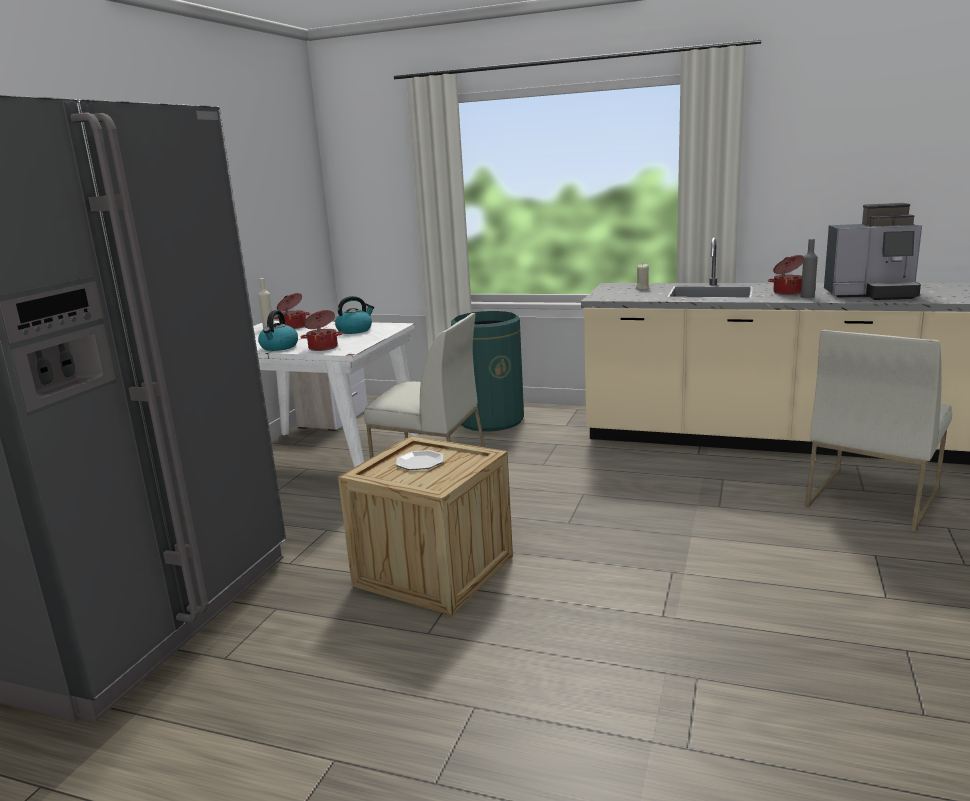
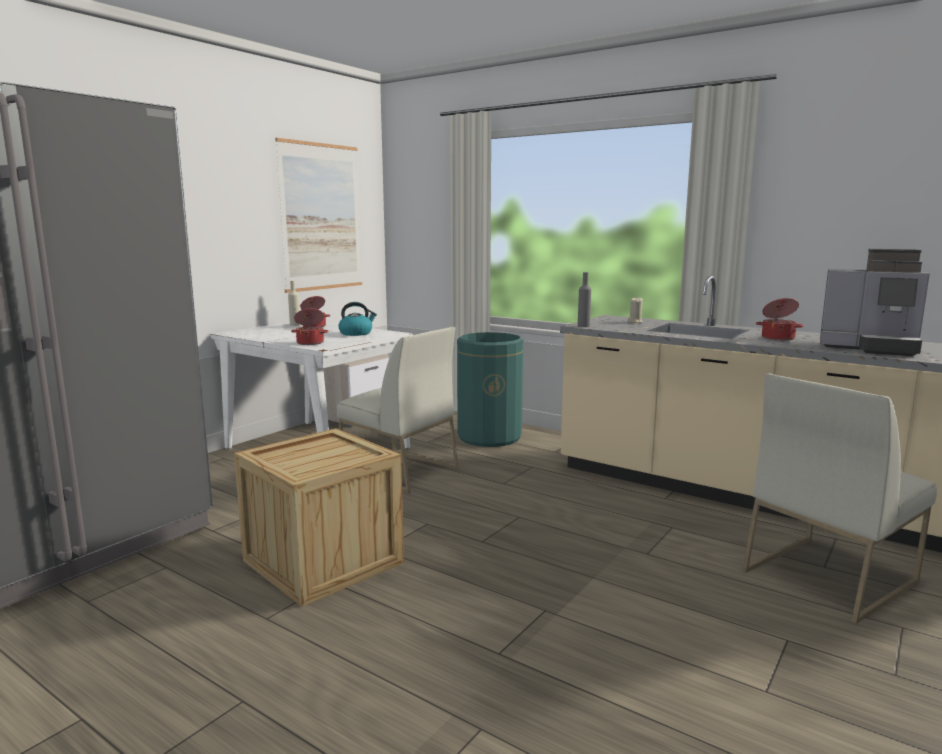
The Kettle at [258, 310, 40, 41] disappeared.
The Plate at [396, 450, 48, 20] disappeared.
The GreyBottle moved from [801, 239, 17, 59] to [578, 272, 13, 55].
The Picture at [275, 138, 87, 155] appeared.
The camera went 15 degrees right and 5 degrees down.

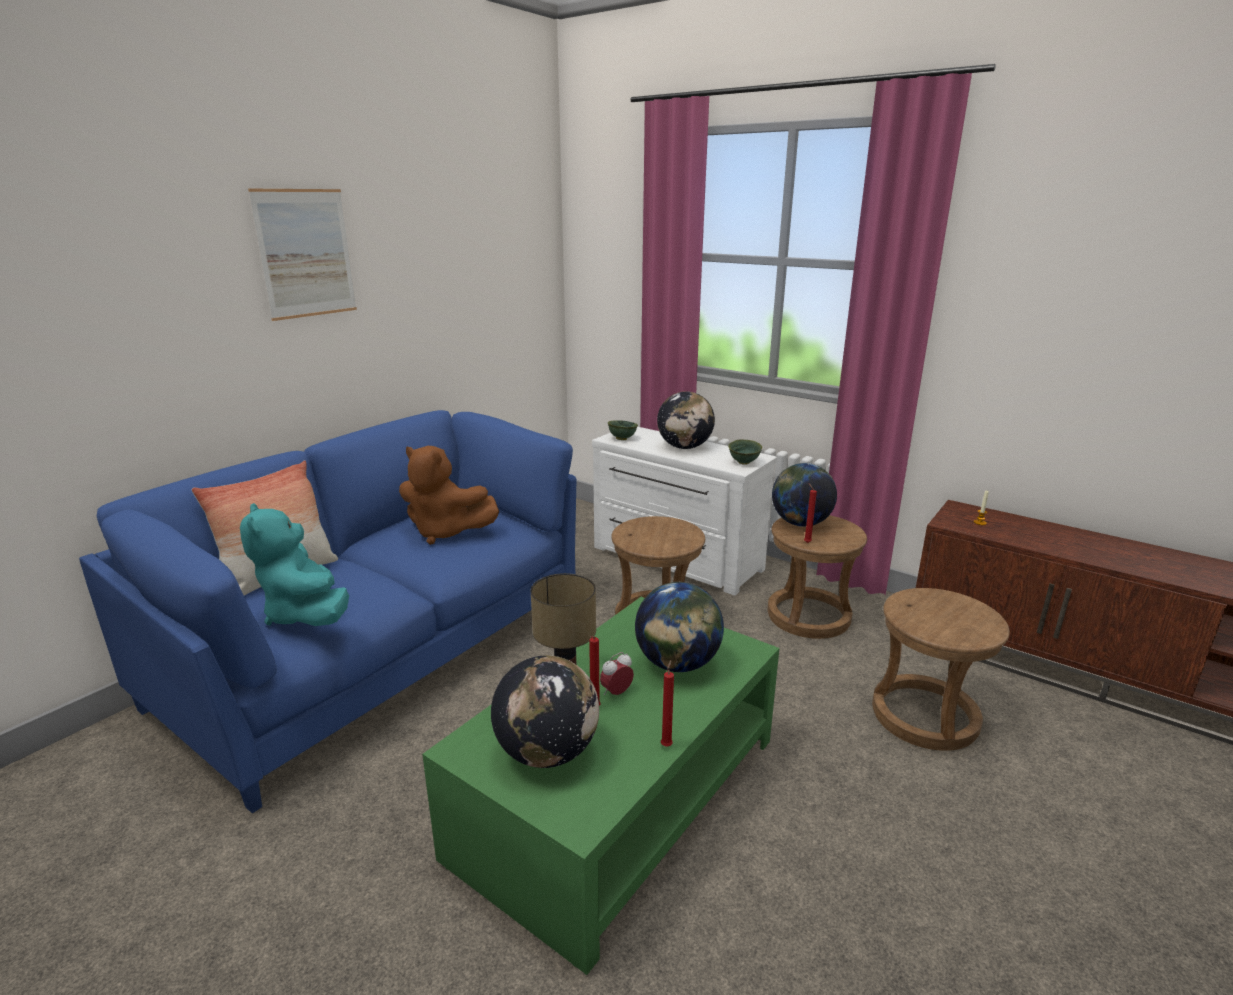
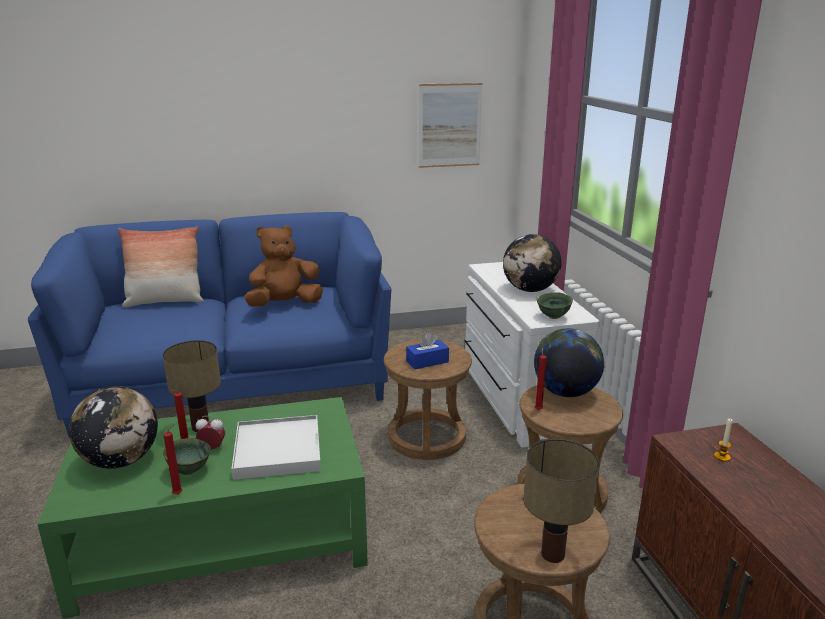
The TurquoisePlushToy at [240, 503, 109, 123] disappeared.
The Picture moved from [248, 189, 109, 132] to [419, 83, 63, 85].
The BrownPlushToy at [399, 446, 100, 99] turned 90 degrees clockwise.
The GreenBowl moved from [608, 420, 30, 20] to [163, 438, 48, 37].
The Globe at [635, 582, 89, 90] was replaced by the WhiteTray at [232, 415, 89, 65].
The BlueTissueBox at [406, 333, 43, 36] appeared.
The TableLamp at [524, 439, 75, 124] appeared.
The camera went 40 degrees right and 0 degrees up.

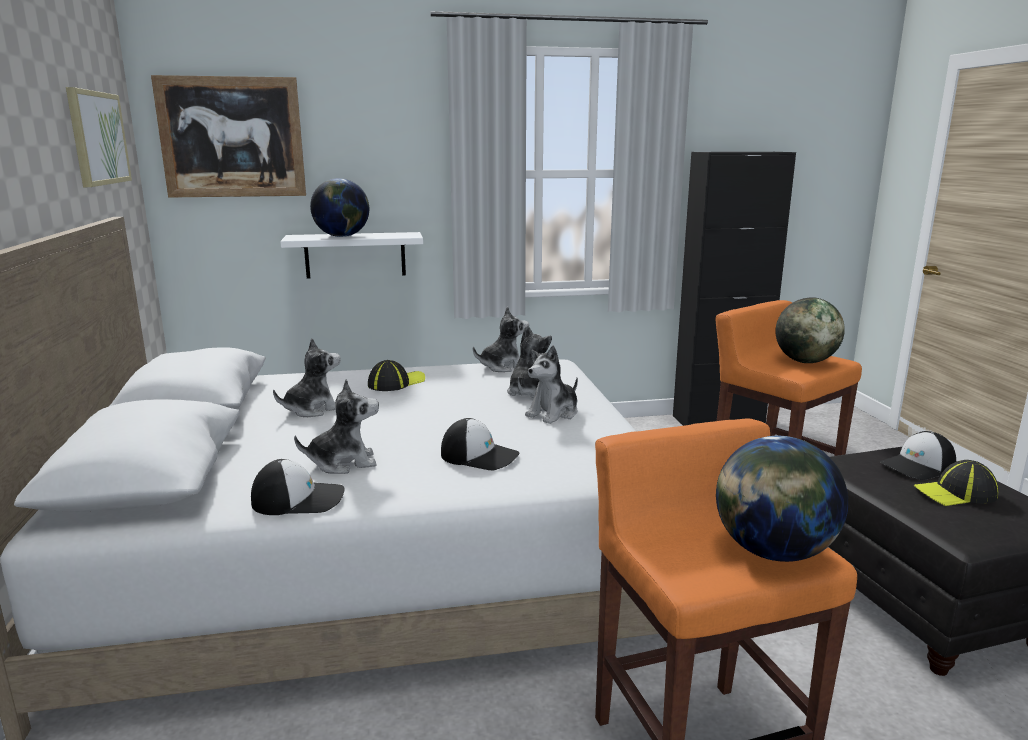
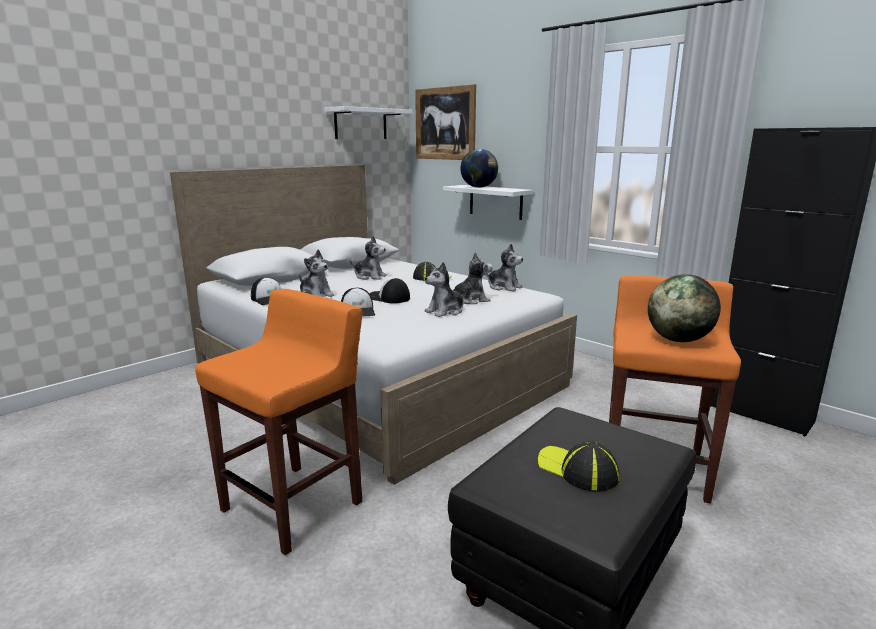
The Picture at [66, 87, 66, 100] was replaced by the WhiteShelf at [324, 106, 88, 33].
The PlushToy at [525, 345, 53, 79] turned 45 degrees counterclockwise.
The Globe at [716, 436, 132, 126] disappeared.
The Cap moved from [880, 431, 76, 49] to [369, 278, 41, 25].
The camera went 55 degrees right and 0 degrees up.

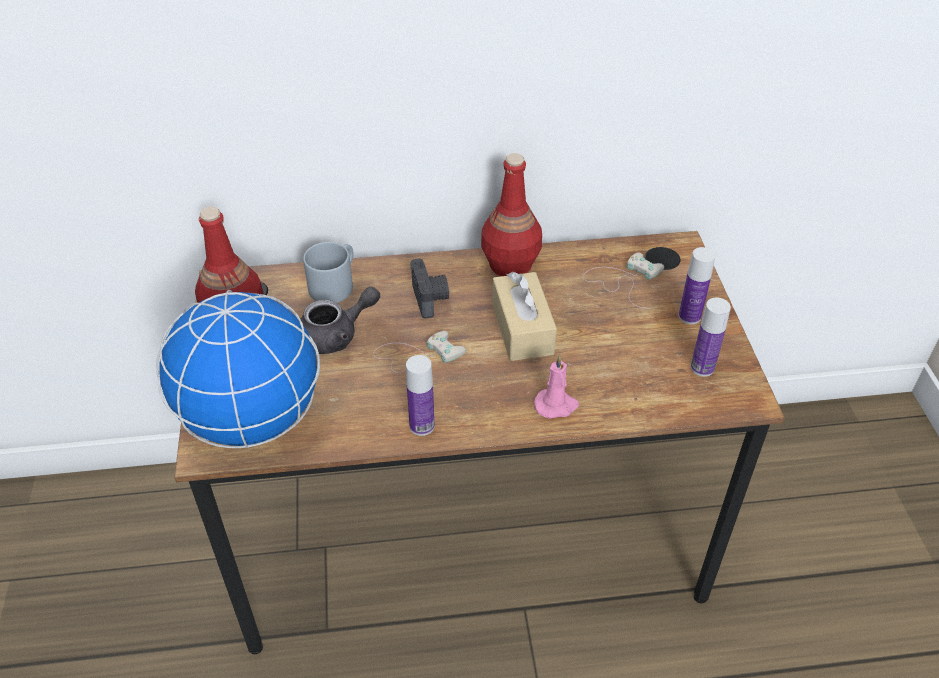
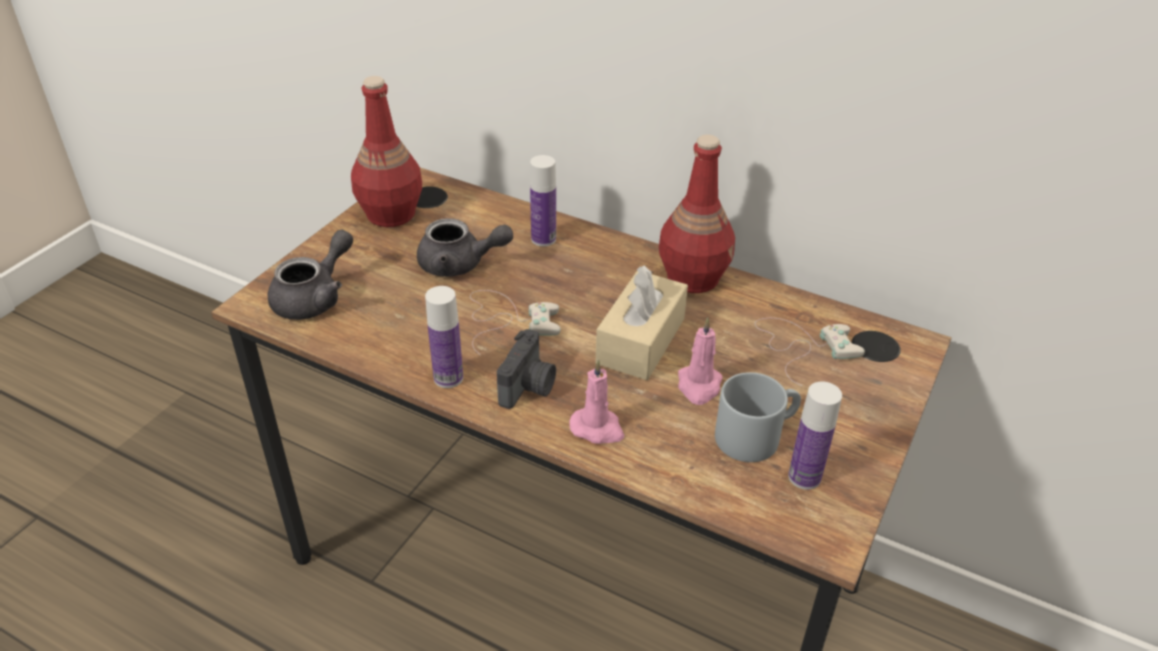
The Globe at [156, 290, 164, 158] was replaced by the GreyTeapot at [268, 229, 85, 91].
The GreyMug moved from [303, 242, 51, 61] to [715, 372, 86, 90].
The PhotoCamera moved from [410, 258, 39, 60] to [497, 329, 59, 80].
The Bottle moved from [678, 247, 38, 77] to [530, 155, 26, 92].
The PinkCandle at [678, 317, 45, 88] appeared.
The camera went 35 degrees right and 5 degrees down.

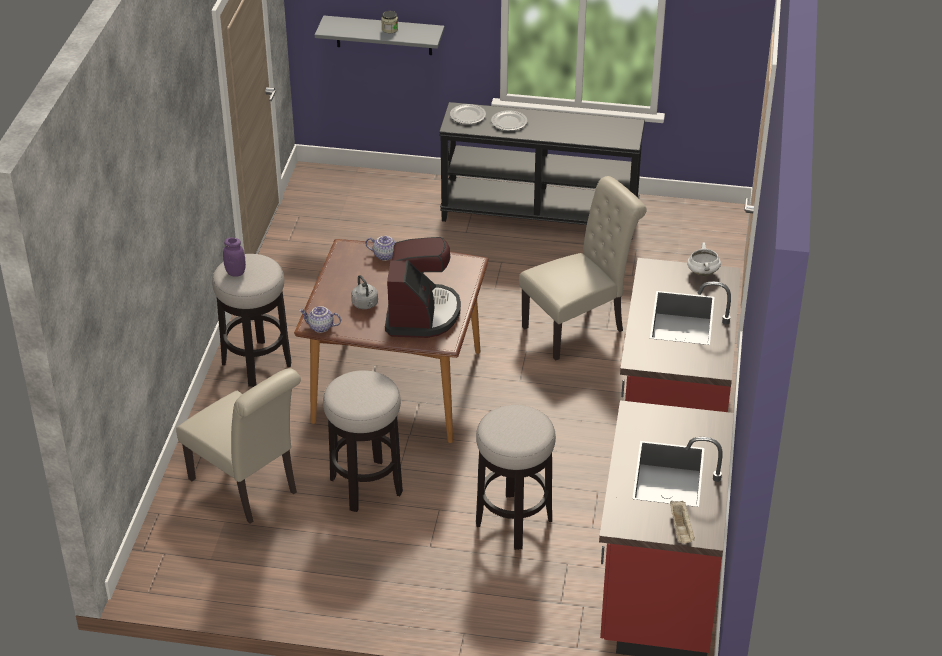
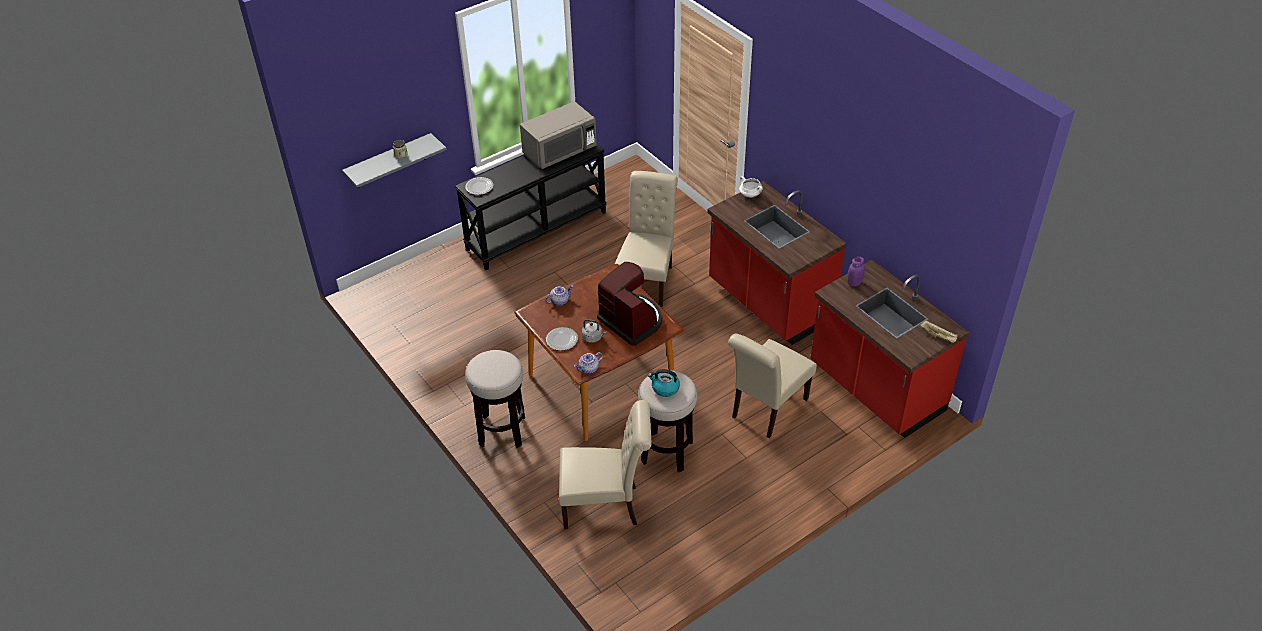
The PurpleJar moved from [223, 238, 23, 39] to [847, 257, 18, 29].
The Stool at [476, 405, 80, 145] was replaced by the BeigeChair at [728, 334, 89, 104].
The Plate moved from [491, 110, 36, 21] to [546, 327, 32, 24].
The GreyMicrowave at [520, 102, 76, 67] appeared.
The Kettle at [648, 369, 32, 28] appeared.
The camera went 45 degrees left and 5 degrees up.

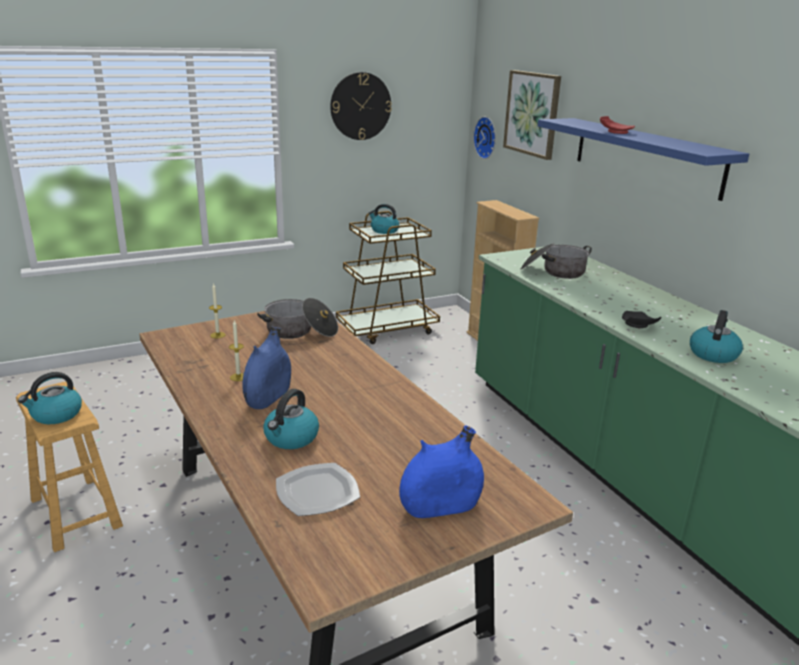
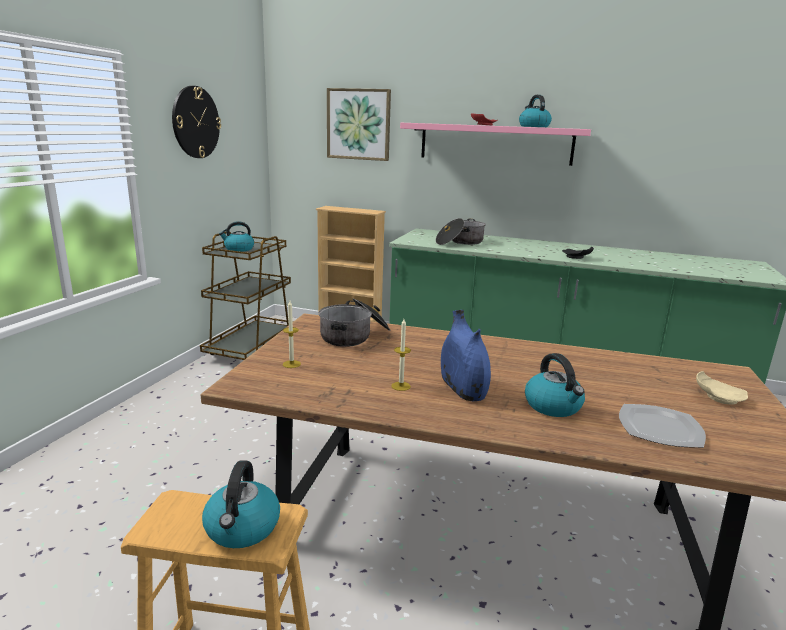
The BlueVase at [399, 425, 85, 93] was replaced by the BeigePlate at [696, 371, 52, 34].
The WallClock at [473, 117, 23, 42] disappeared.
The BlueShelf at [537, 118, 212, 83] became the PinkShelf at [400, 123, 191, 43].
The Kettle moved from [690, 310, 53, 53] to [519, 95, 33, 32].
The camera went 45 degrees left and 5 degrees down.

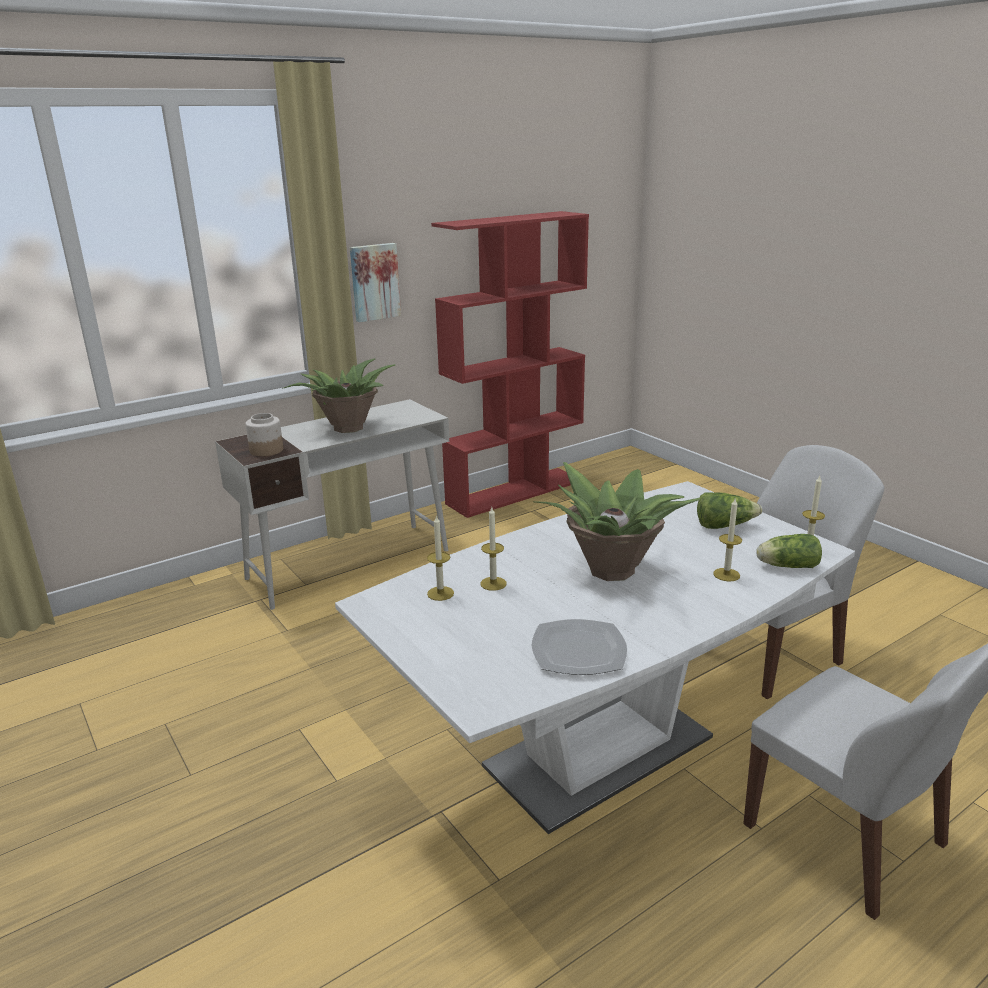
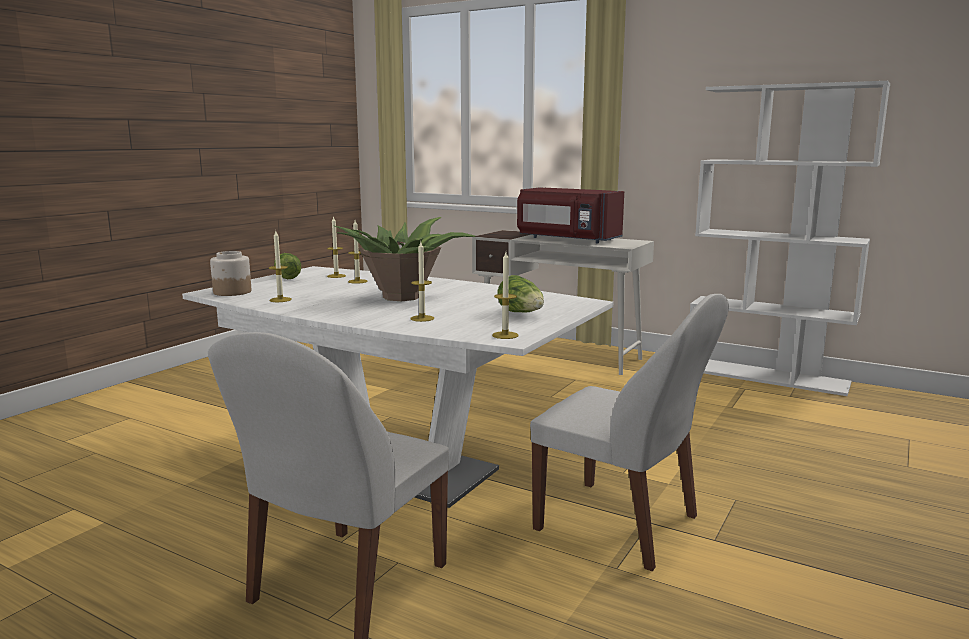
The Jar moved from [246, 413, 37, 43] to [210, 251, 41, 45].
The PottedPlant at [282, 358, 113, 75] was replaced by the RedMicrowave at [517, 187, 107, 56].
The Picture at [350, 243, 51, 79] disappeared.
The RedBookcase at [431, 211, 158, 307] became the WhiteBookcase at [690, 81, 200, 315].
The Plate at [531, 619, 96, 56] was replaced by the Candle at [269, 231, 23, 71].
The Lettuce moved from [756, 534, 66, 34] to [274, 253, 27, 26].
The camera went 65 degrees right and 10 degrees down.

